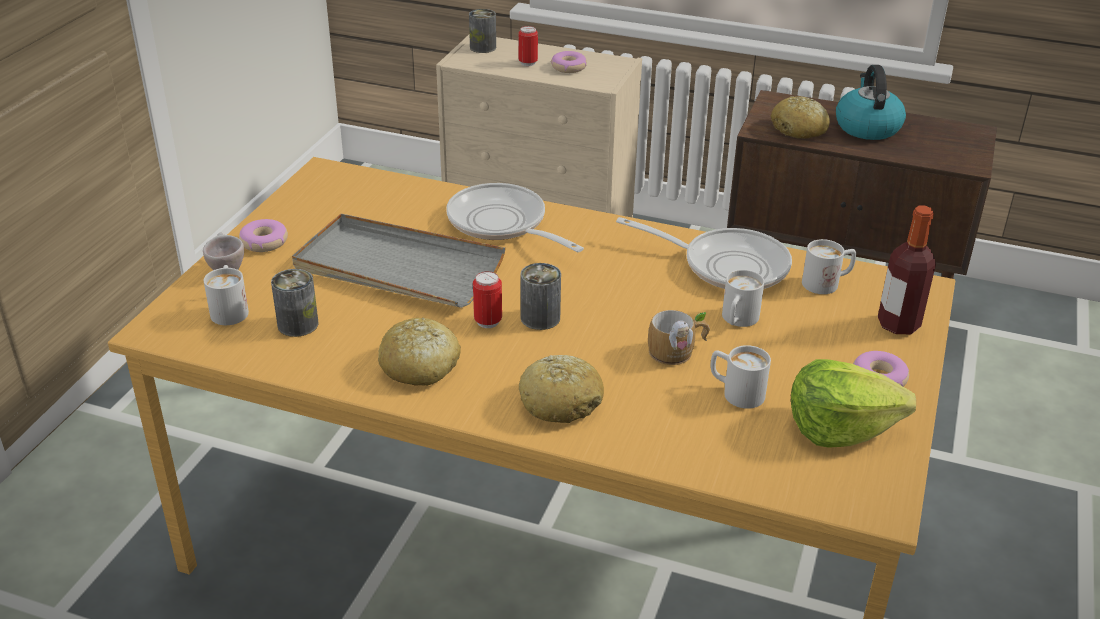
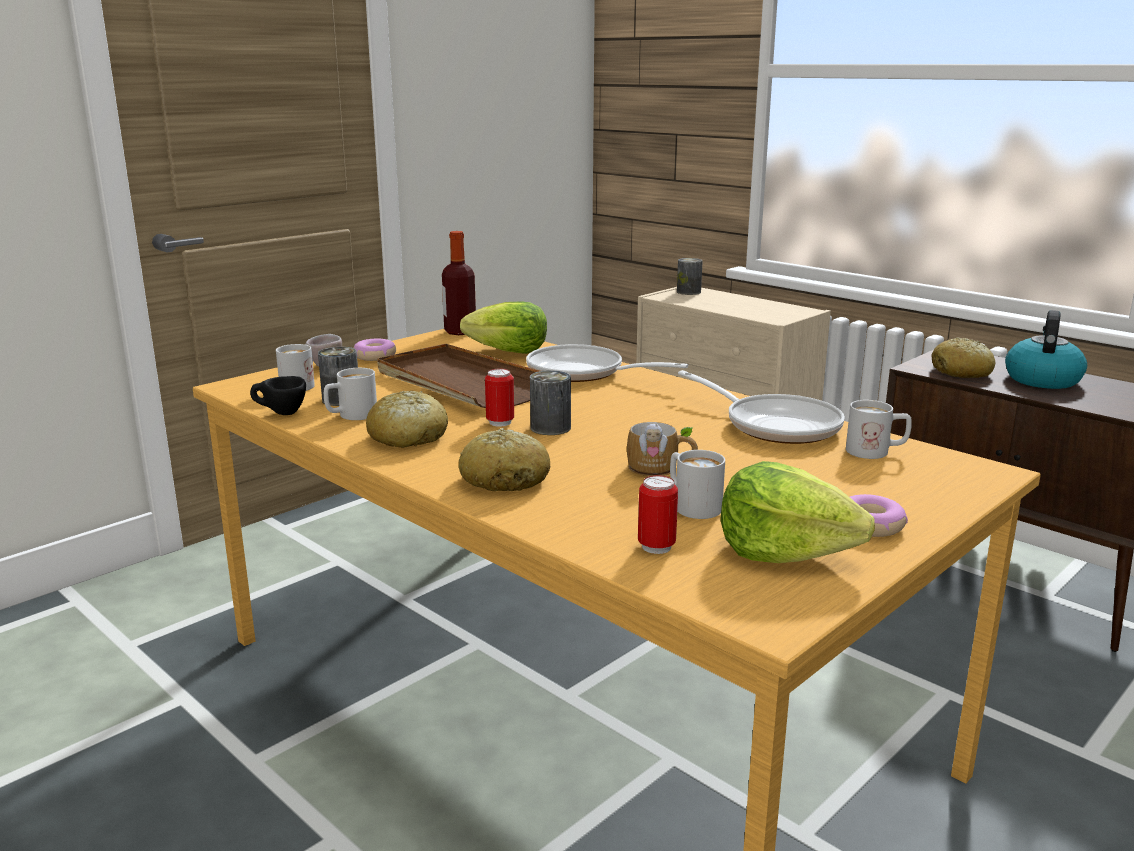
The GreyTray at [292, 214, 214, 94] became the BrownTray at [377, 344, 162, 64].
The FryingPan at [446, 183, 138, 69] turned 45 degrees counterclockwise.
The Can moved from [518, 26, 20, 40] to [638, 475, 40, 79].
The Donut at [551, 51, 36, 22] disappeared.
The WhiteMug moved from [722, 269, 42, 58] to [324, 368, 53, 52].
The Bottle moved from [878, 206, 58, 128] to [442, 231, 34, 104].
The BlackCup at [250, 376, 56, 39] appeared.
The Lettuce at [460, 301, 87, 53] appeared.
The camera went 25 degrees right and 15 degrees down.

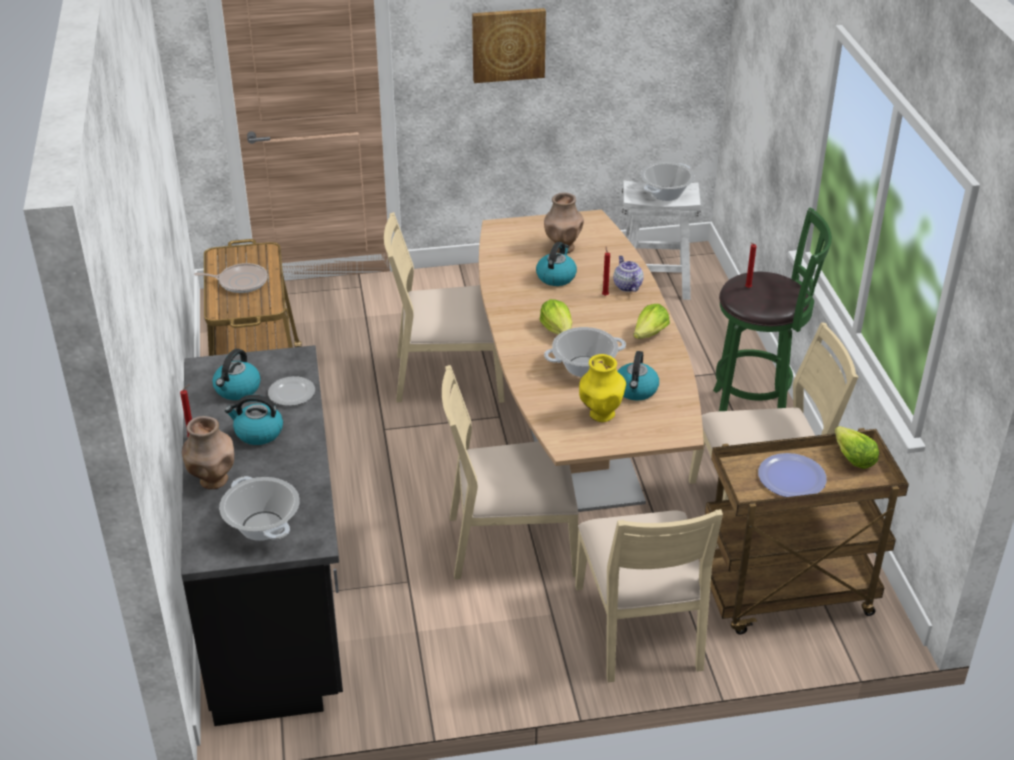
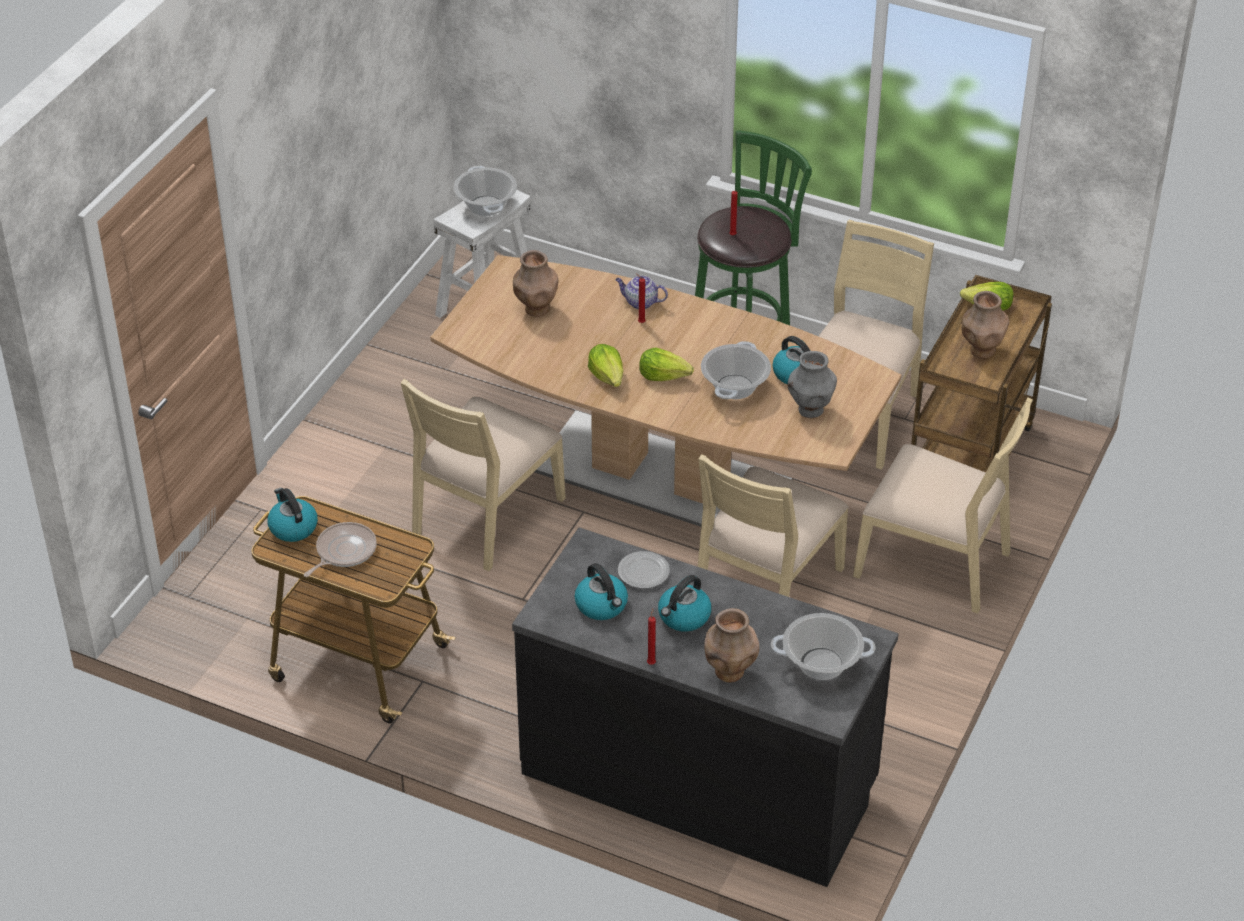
The Picture at [472, 8, 74, 75] disappeared.
The Kettle moved from [536, 242, 41, 44] to [267, 488, 51, 54].
The YellowVase at [579, 354, 47, 68] became the GreyVase at [788, 351, 49, 67].
The Lettuce moved from [633, 304, 37, 35] to [588, 344, 36, 43].
The Plate at [758, 453, 69, 44] was replaced by the BrownVase at [962, 291, 47, 67].
The camera went 55 degrees left and 5 degrees up.

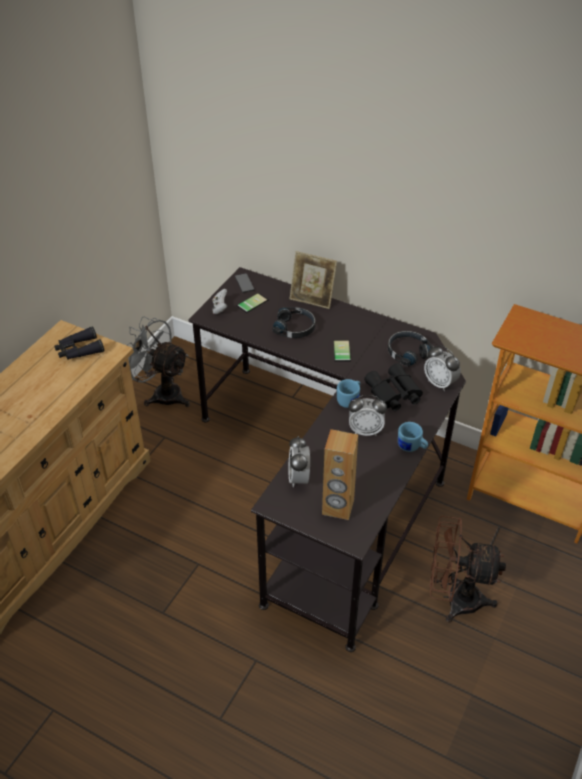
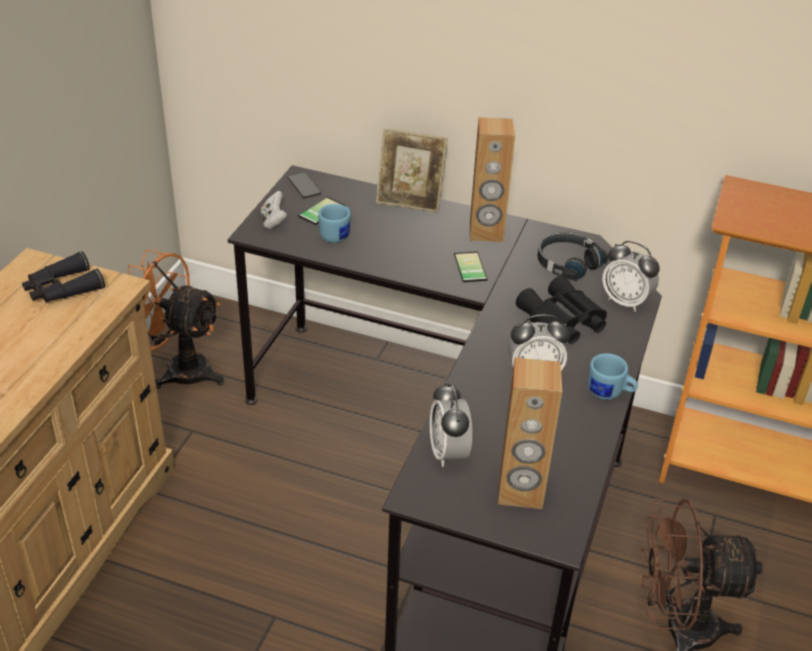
The GreyFan at [127, 316, 63, 91] became the OrangeFan at [128, 249, 96, 140].
The BlackHeadphones at [272, 307, 43, 31] disappeared.
The BlueMug moved from [337, 379, 23, 29] to [318, 204, 33, 39].
The BrownSpeaker at [470, 117, 45, 125] appeared.
The camera went 10 degrees left and 5 degrees down.

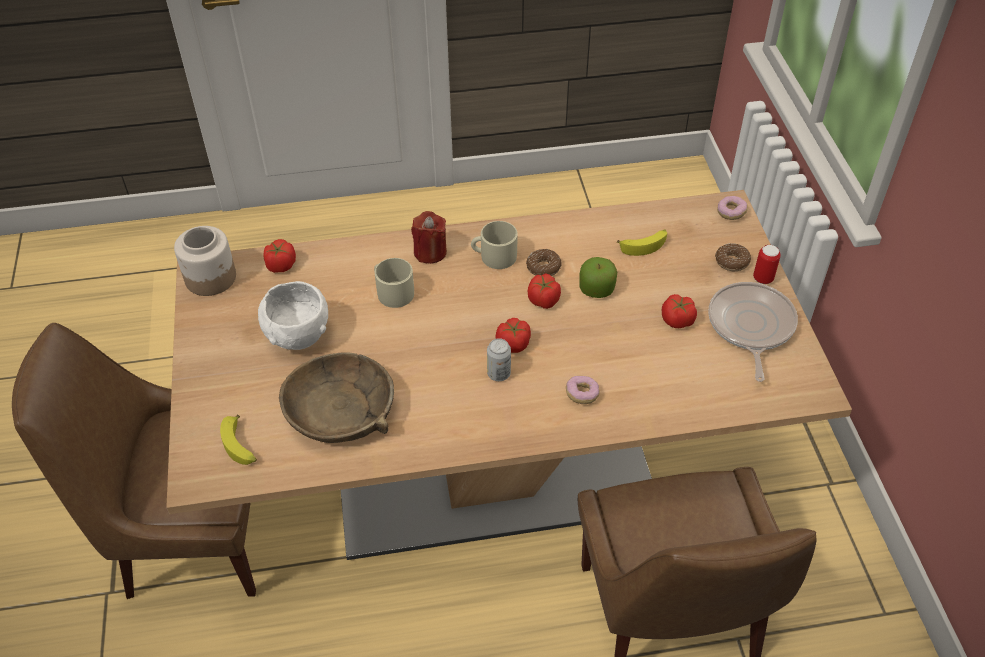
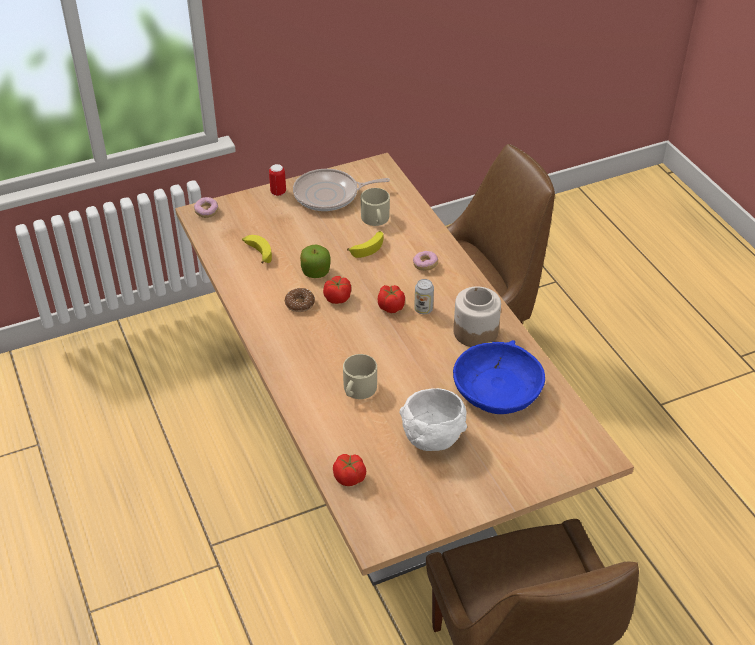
The Jar moved from [174, 226, 62, 70] to [454, 286, 47, 61].
The Banana moved from [220, 414, 37, 51] to [347, 231, 37, 27].
The BrownBowl at [279, 353, 115, 90] became the BlueBowl at [453, 340, 92, 74].
The RedCandle at [411, 211, 36, 53] disappeared.
The BeigeMug moved from [471, 221, 47, 48] to [361, 188, 29, 38].
The Tomato at [662, 294, 35, 34] disappeared.
The Donut at [715, 243, 36, 28] disappeared.
The camera went 105 degrees left and 5 degrees down.

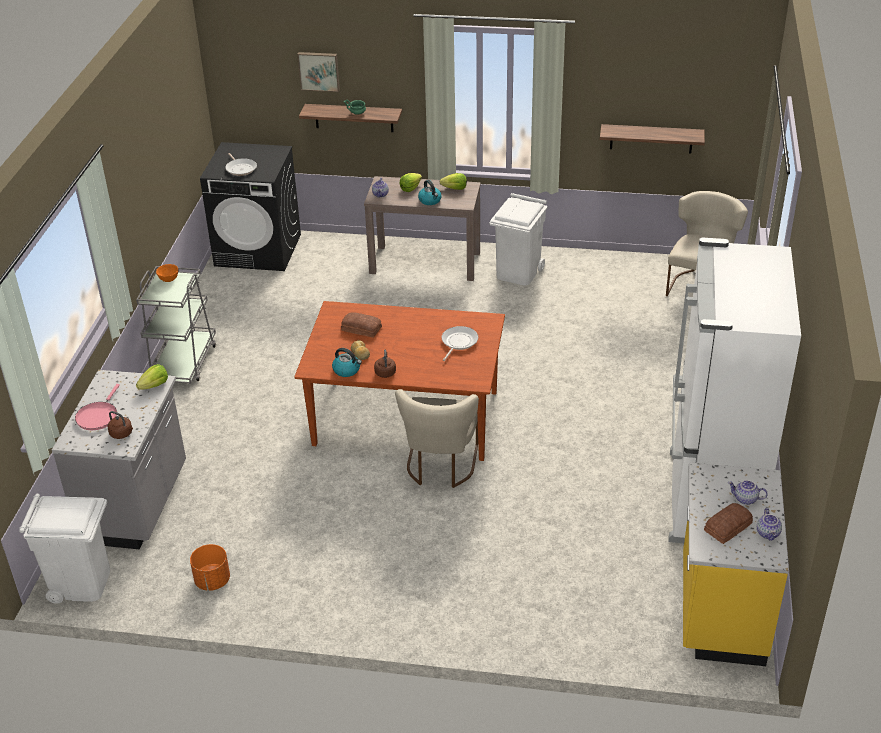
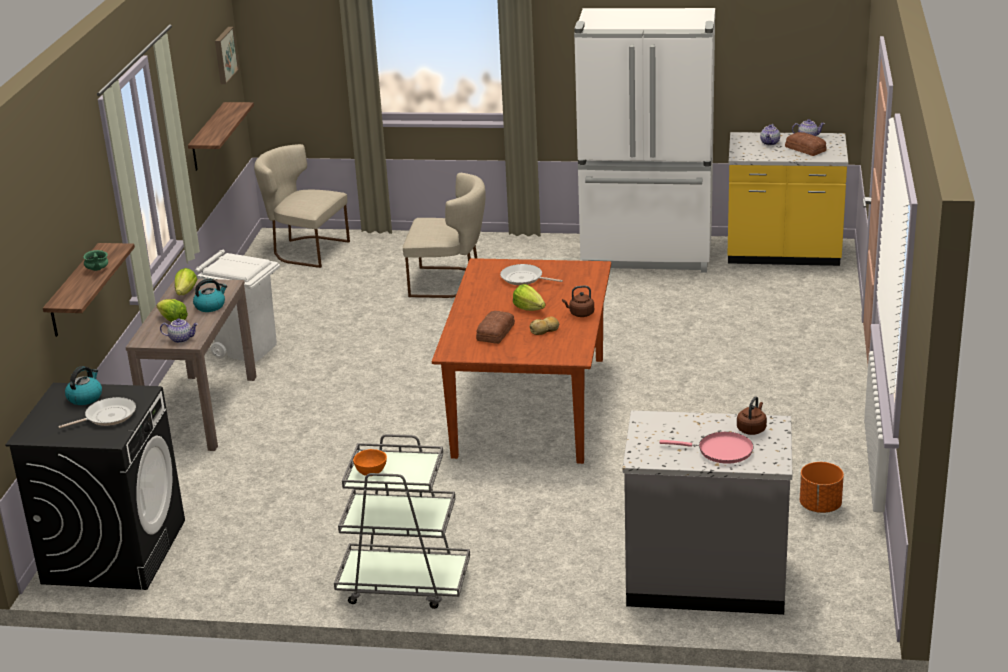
The WhiteTrashCan at [19, 494, 91, 110] disappeared.
The Lettuce moved from [136, 364, 32, 26] to [513, 284, 32, 27].
The Picture moved from [297, 52, 43, 40] to [215, 27, 24, 57].
The Kettle moved from [332, 348, 30, 29] to [65, 366, 37, 39].
The BeigeChair moved from [395, 389, 84, 99] to [403, 173, 83, 125].
The camera went 90 degrees left and 10 degrees down.

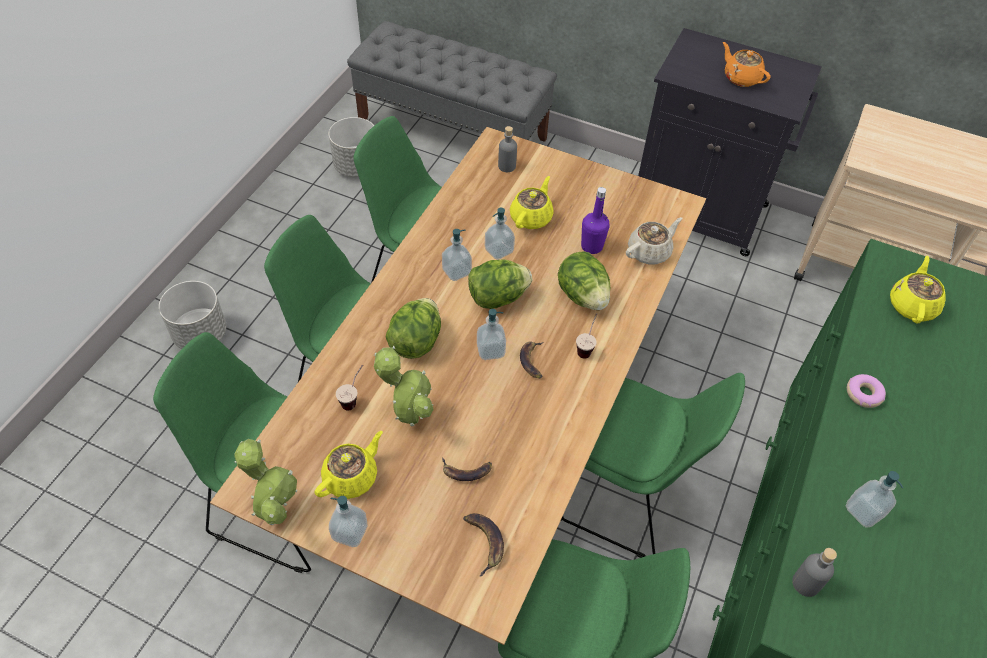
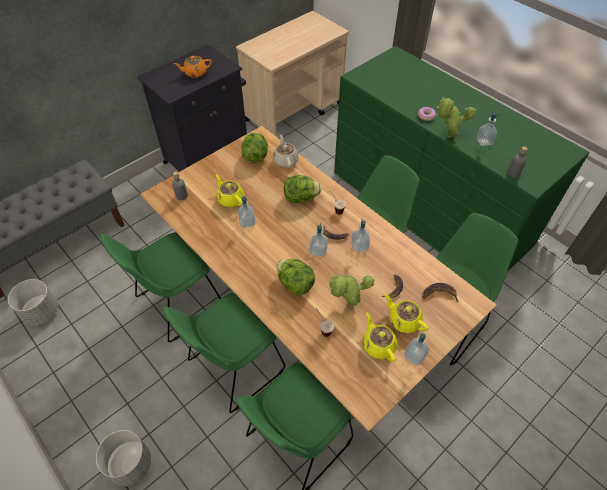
The PottedPlant moved from [234, 439, 64, 86] to [437, 97, 39, 41].
The SoapDispenser moved from [442, 229, 30, 52] to [351, 219, 19, 33].
The Lettuce moved from [468, 260, 64, 49] to [242, 132, 26, 31].
The PurpleBottle at [581, 187, 29, 67] disappeared.
The YellowTeapot moved from [890, 255, 56, 68] to [385, 294, 44, 39].
The camera went 65 degrees left and 0 degrees up.

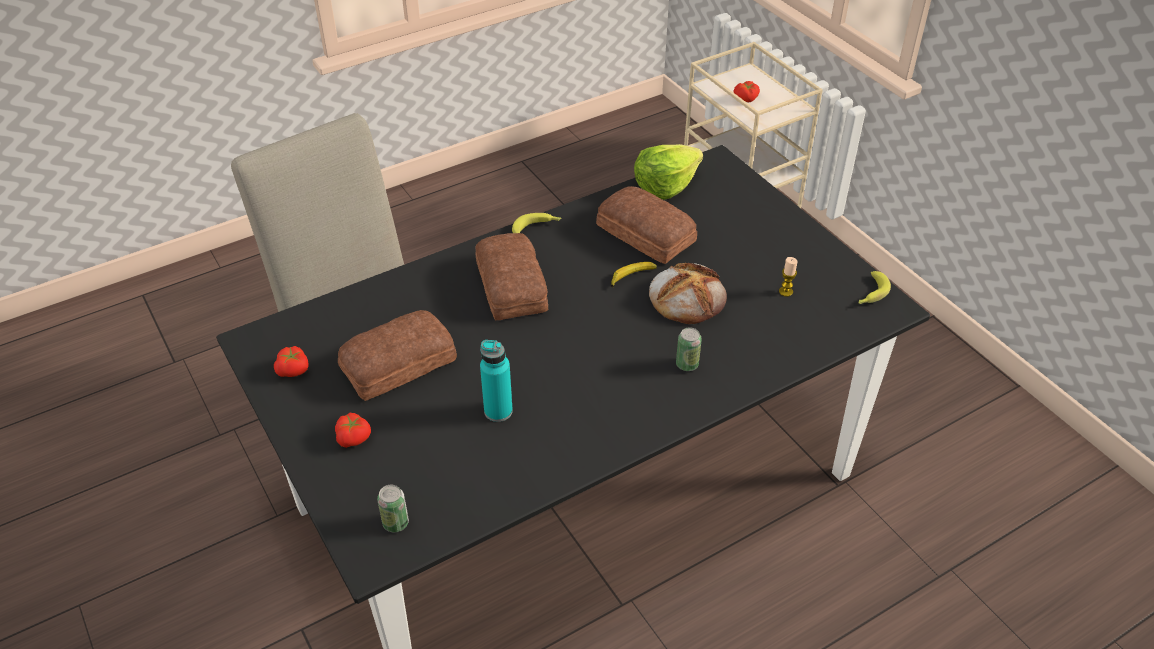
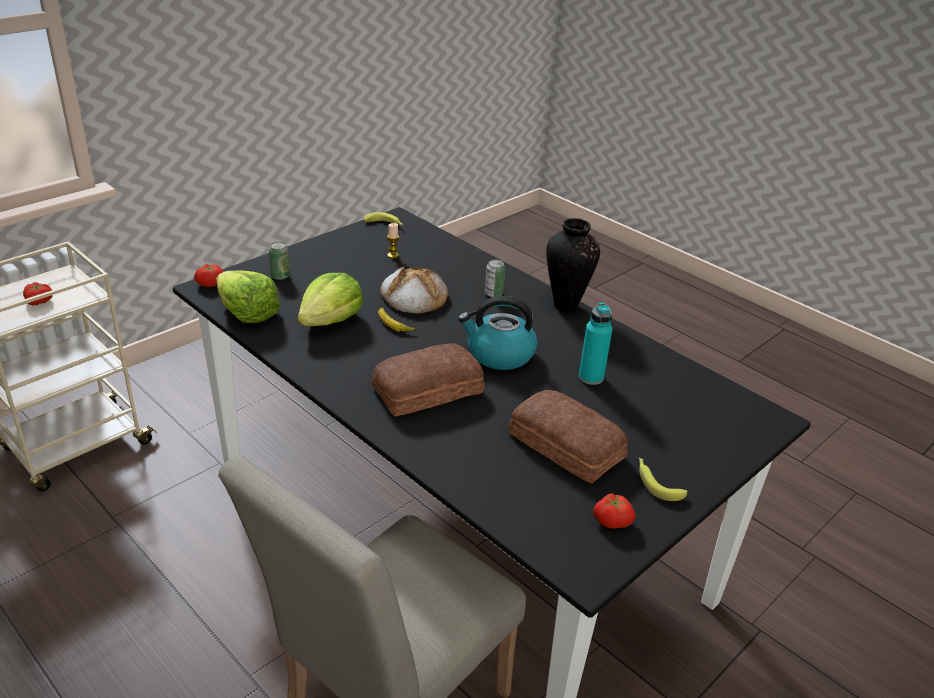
The Tomato moved from [335, 413, 36, 35] to [194, 264, 30, 23].
The Can moved from [377, 485, 32, 47] to [269, 242, 21, 38].
The Banana moved from [512, 213, 49, 20] to [639, 457, 48, 44].
The Bread at [596, 186, 101, 78] was replaced by the Lettuce at [298, 273, 65, 53].
The Kettle at [458, 296, 79, 74] appeared.
The Vase at [546, 218, 54, 94] appeared.
The camera went 105 degrees left and 10 degrees down.

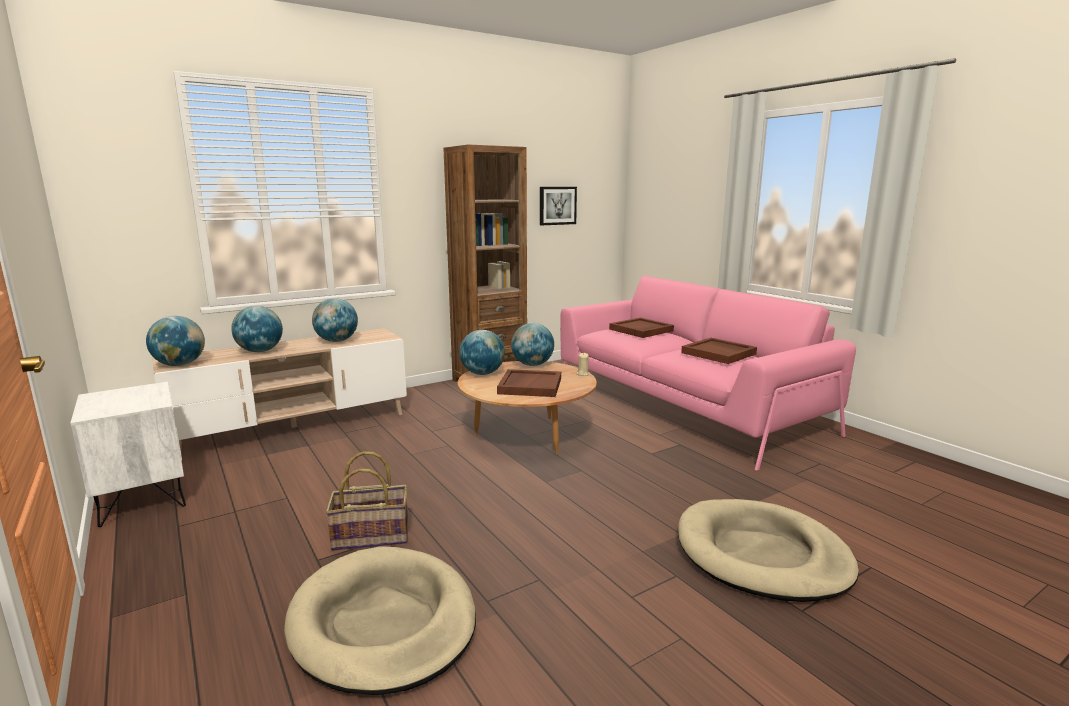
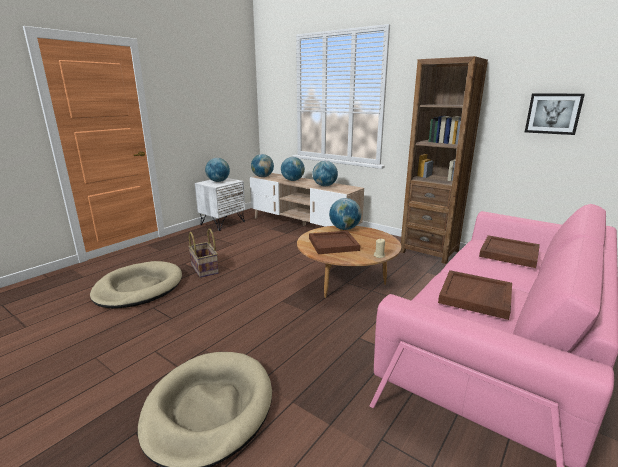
The Globe moved from [511, 323, 43, 43] to [205, 158, 25, 24].
The camera went 70 degrees right and 5 degrees up.

